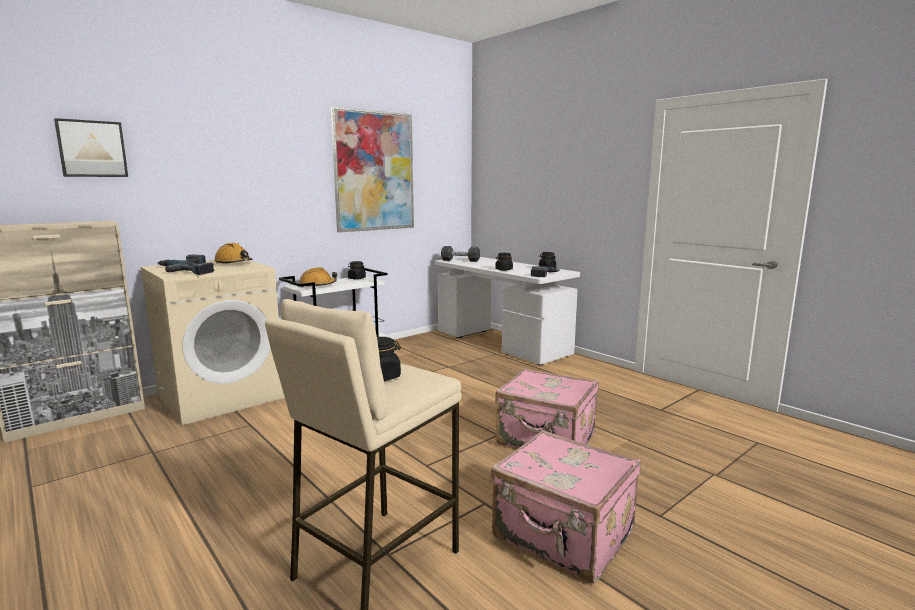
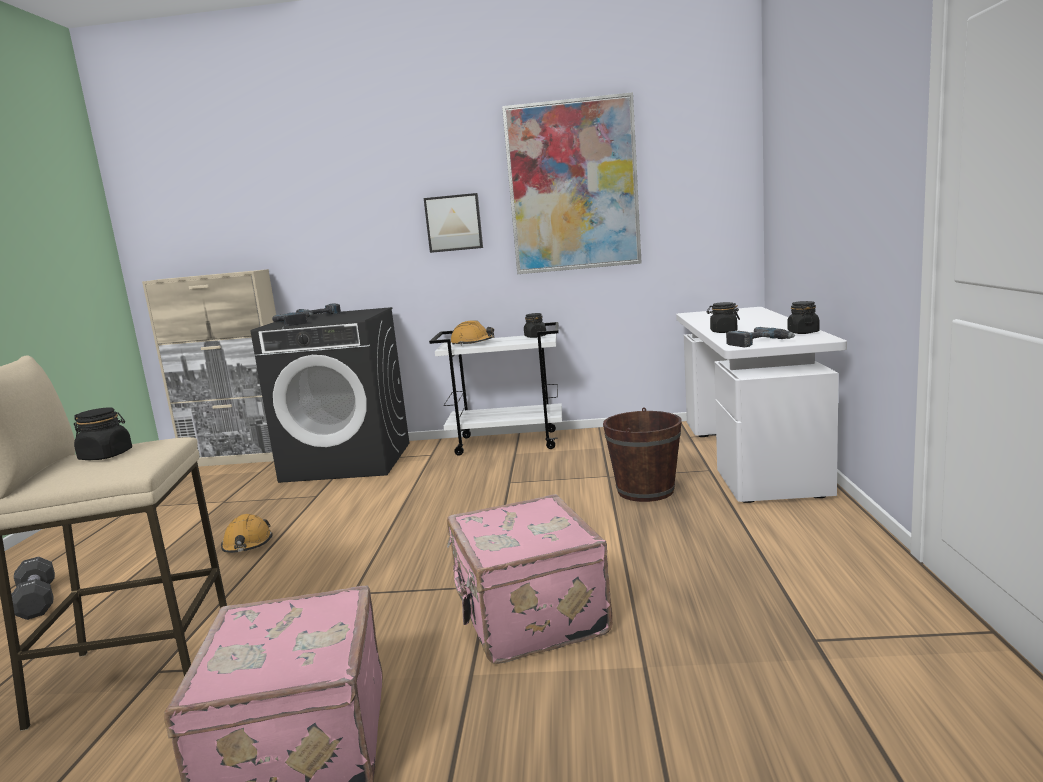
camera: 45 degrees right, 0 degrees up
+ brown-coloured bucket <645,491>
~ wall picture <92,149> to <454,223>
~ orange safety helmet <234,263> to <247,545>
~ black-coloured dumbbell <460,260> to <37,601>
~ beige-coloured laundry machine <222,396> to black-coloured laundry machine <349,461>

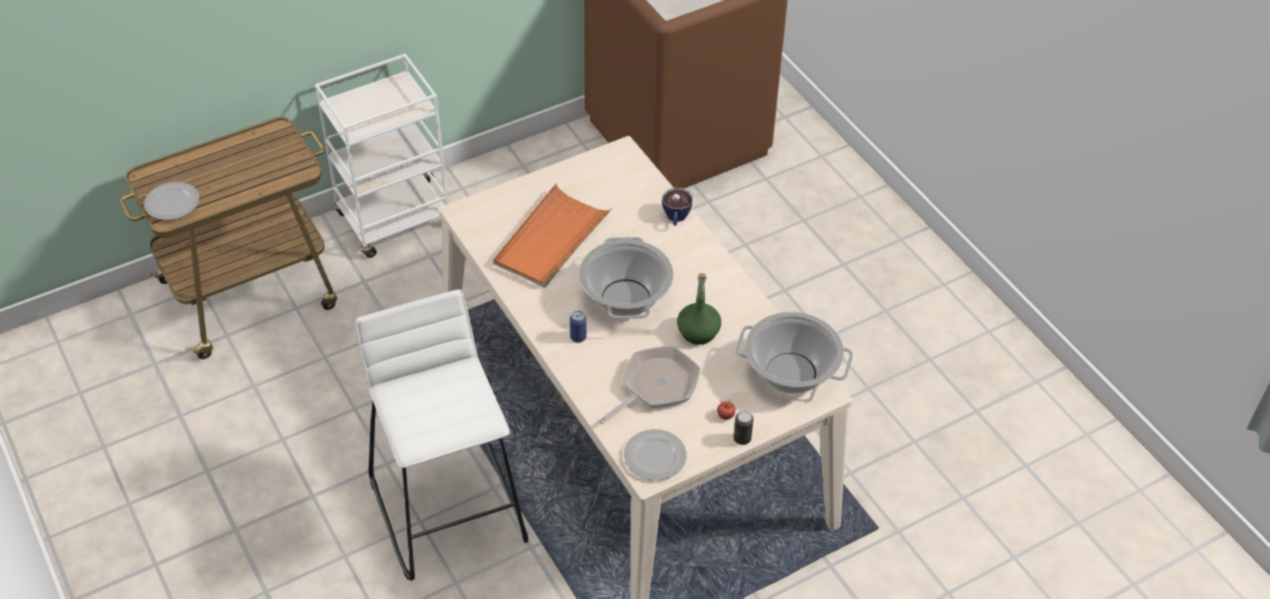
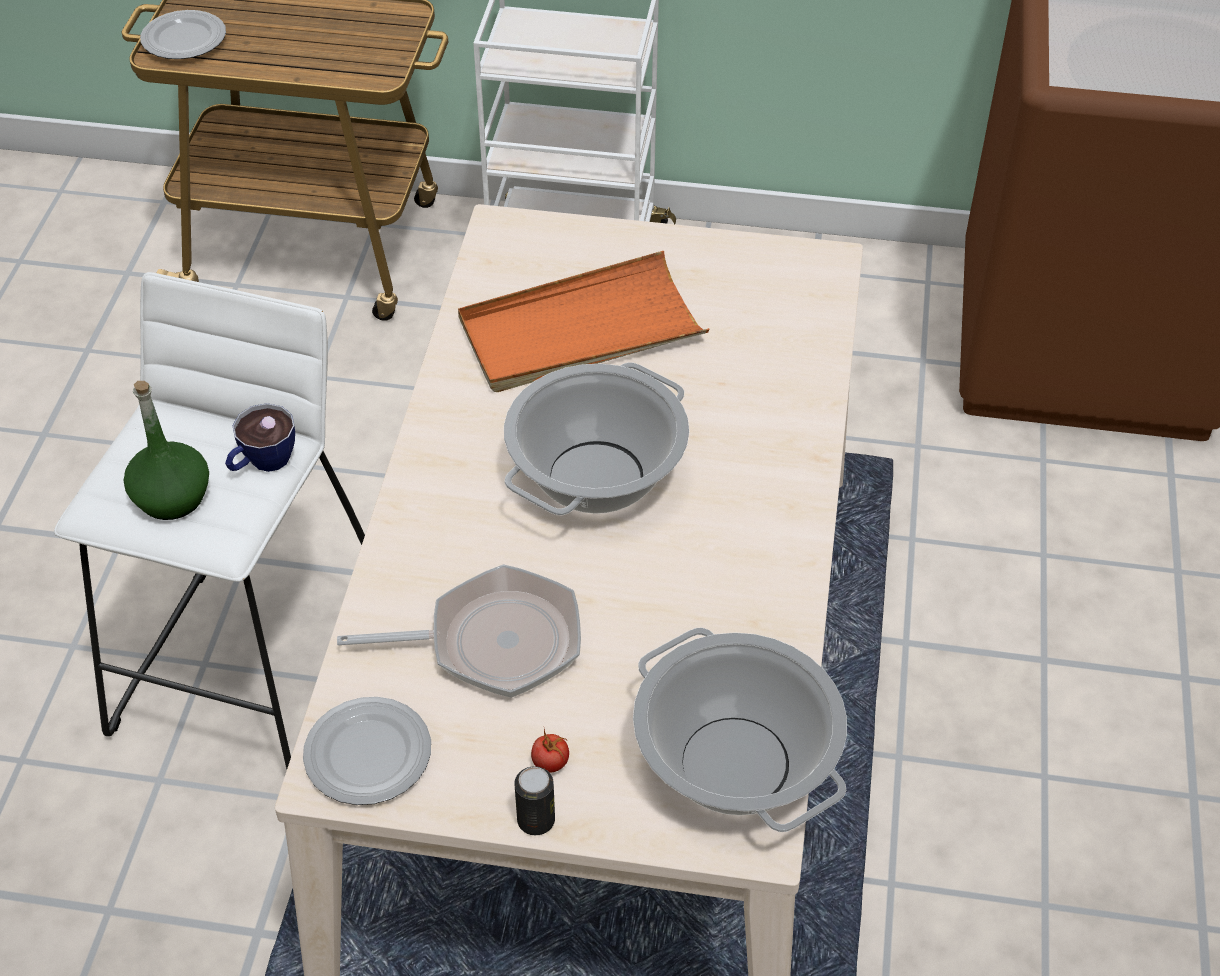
camera: 40 degrees right, 0 degrees up
- can <578,337>
~ drinking cup <676,218> to <262,463>
~ greenish drink bottle <698,332> to <172,497>

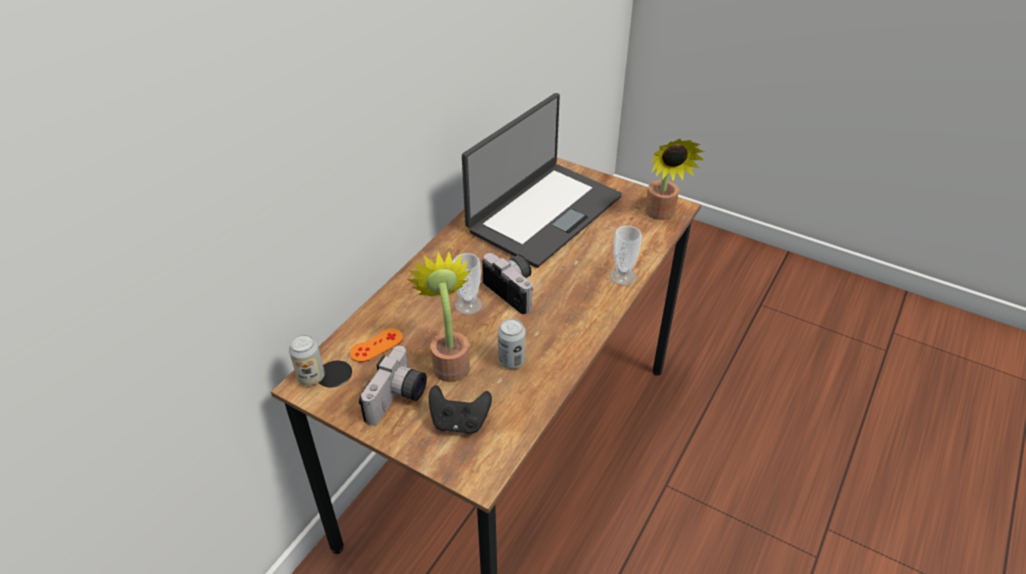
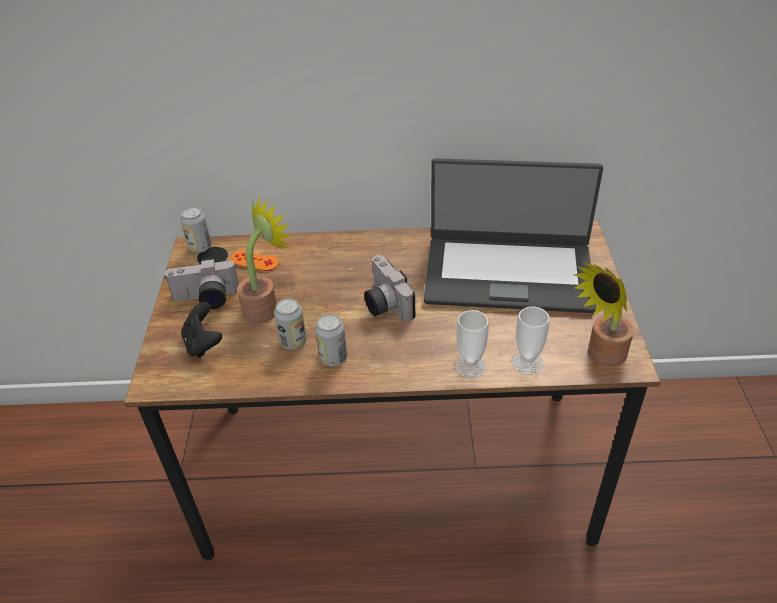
camera: 60 degrees right, 0 degrees up
+ can <333,358>
~ drinking cup <468,305> to <527,363>
~ photo camera <515,289> = <384,303> 135 degrees clockwise

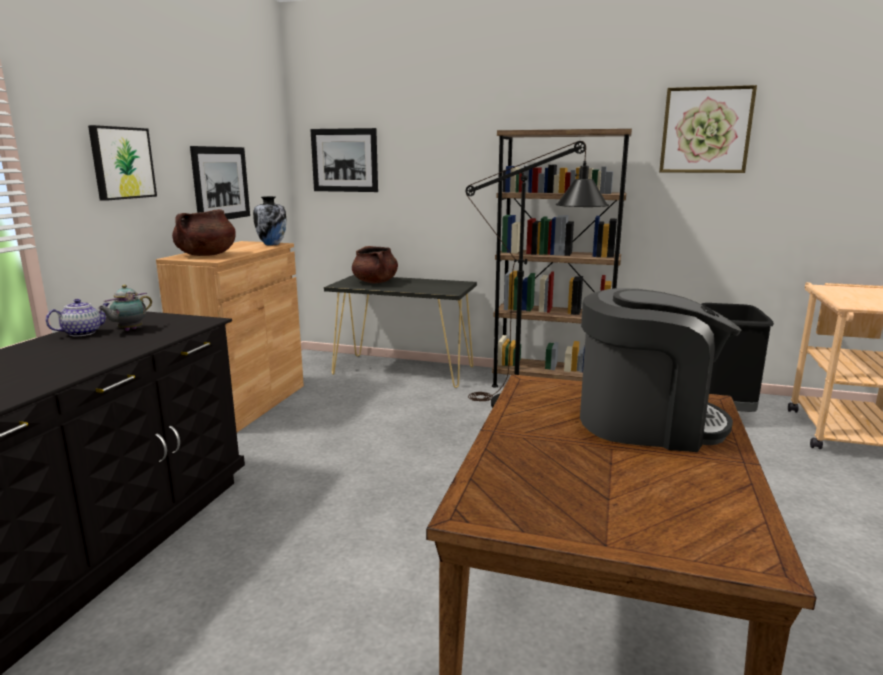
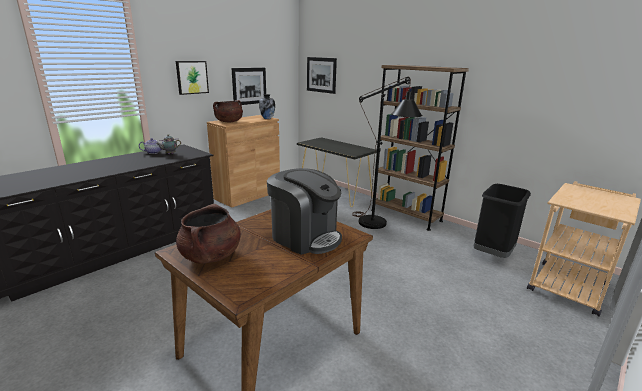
camera: 25 degrees right, 5 degrees up
- wall picture <705,130>
~ brown-coloured stockpot <375,282> to <211,256>

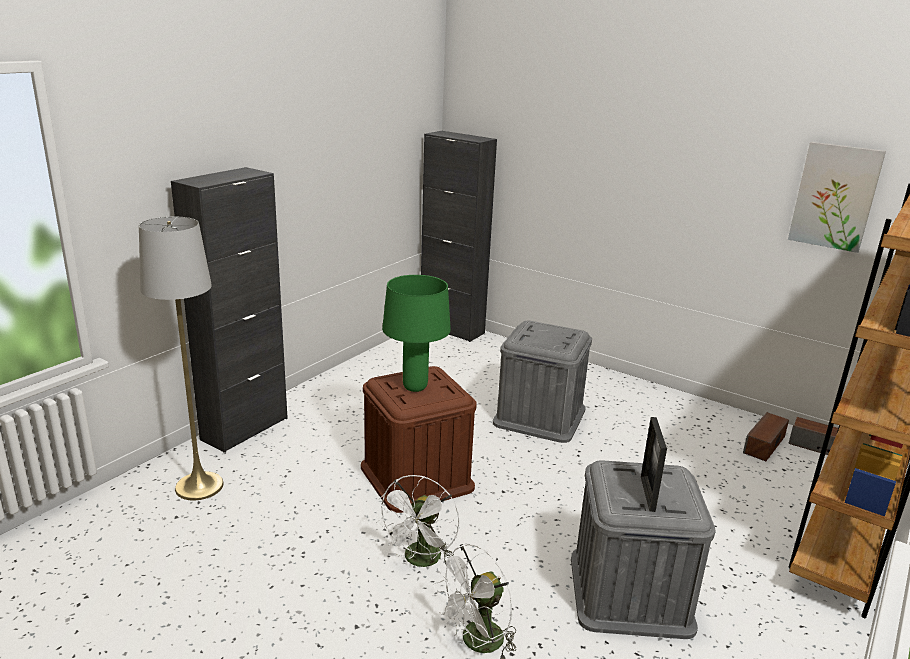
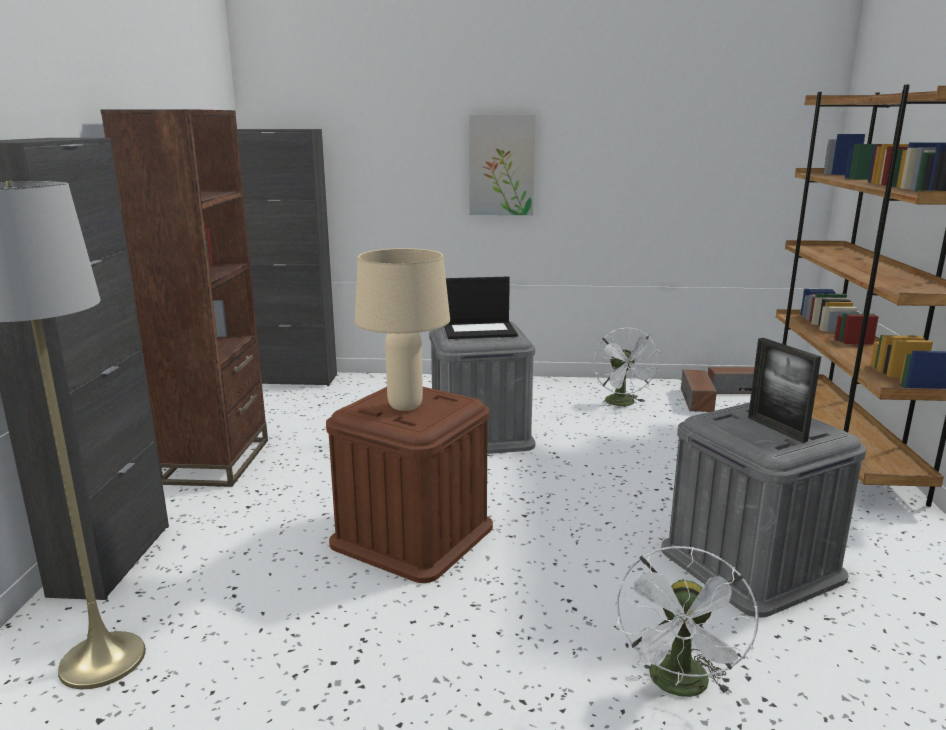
camera: 30 degrees left, 5 degrees down
+ brown-coloured shelving unit <216,461>
+ laptop <480,330>
~ whitish cooling fan <420,561> to <623,404>
~ wall picture <835,196> to <501,165>
~ greenish lamp for a table <415,387> to beige-coloured lamp for a table <406,406>

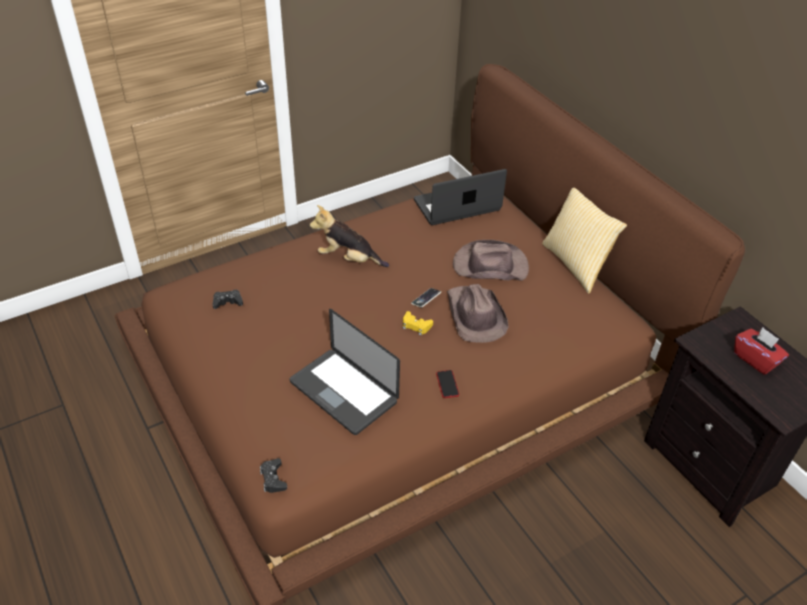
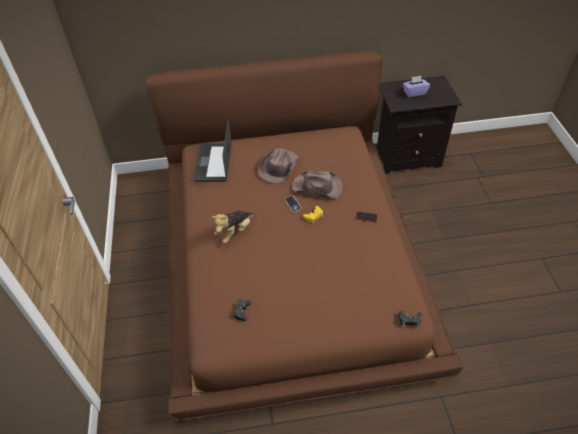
camera: 65 degrees left, 5 degrees up
- laptop <343,392>
- pillow <577,264>
~ reddish tissue holder <755,359> to purplish tissue holder <414,93>

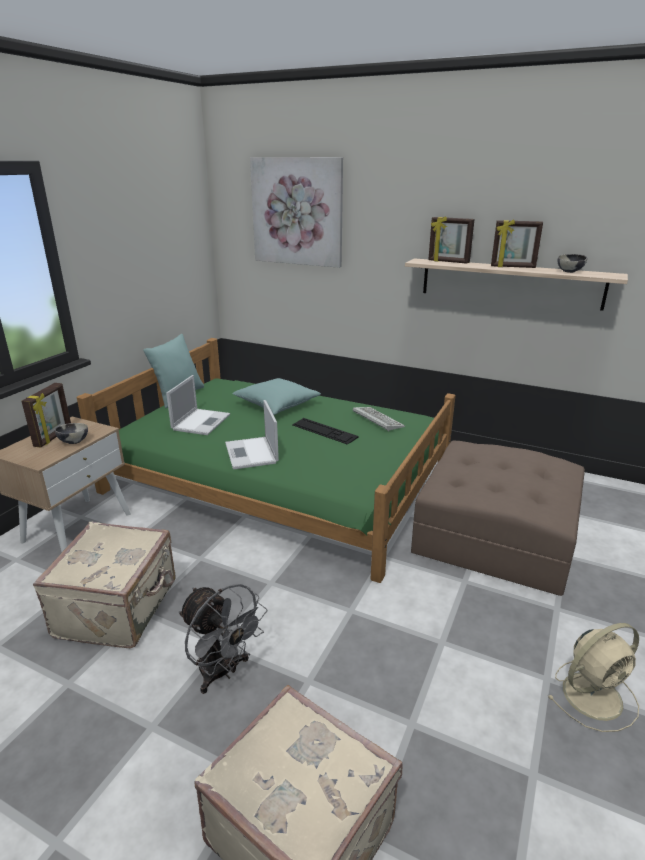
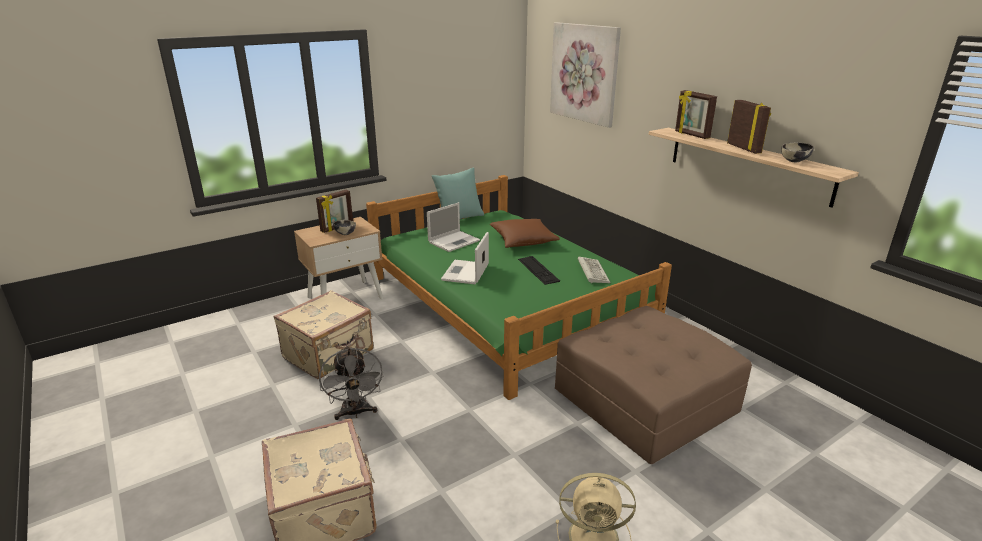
camera: 30 degrees right, 0 degrees up
~ turquoise pillow <277,405> to brown-coloured pillow <523,241>
~ picture frame <512,267> = <744,148> 150 degrees counterclockwise

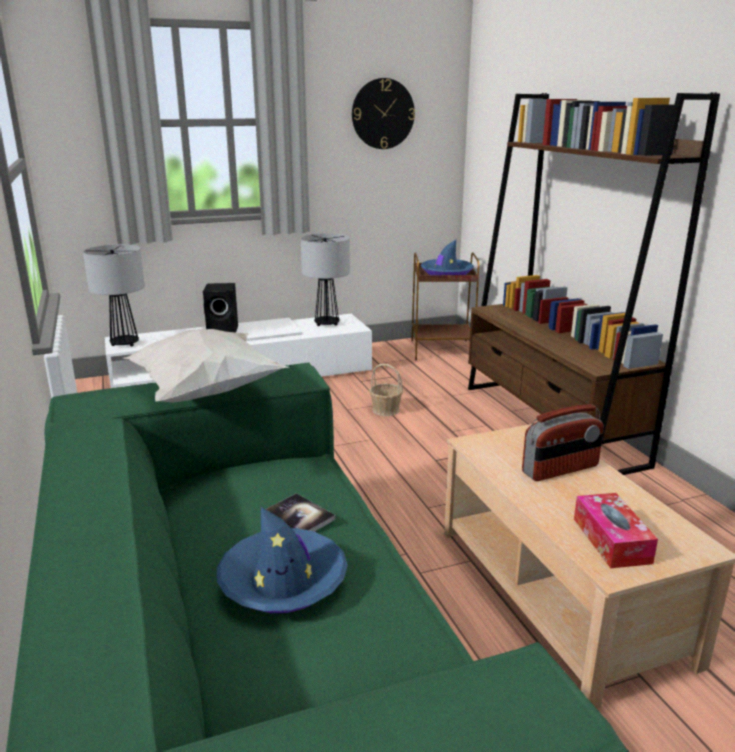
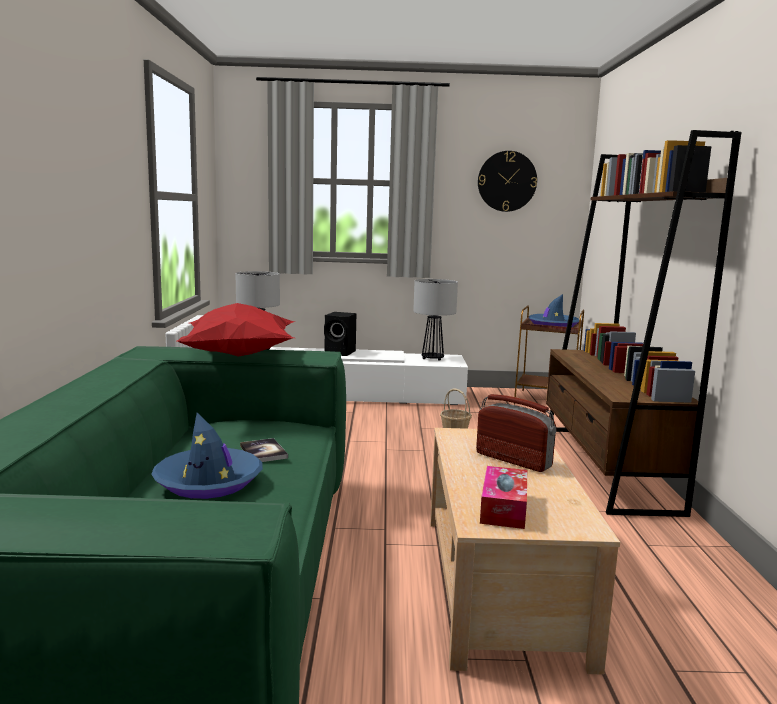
camera: 20 degrees right, 10 degrees down
~ whitish pillow <209,393> to reddish pillow <241,356>
~ radio receiver <560,469> = <513,460> 135 degrees counterclockwise

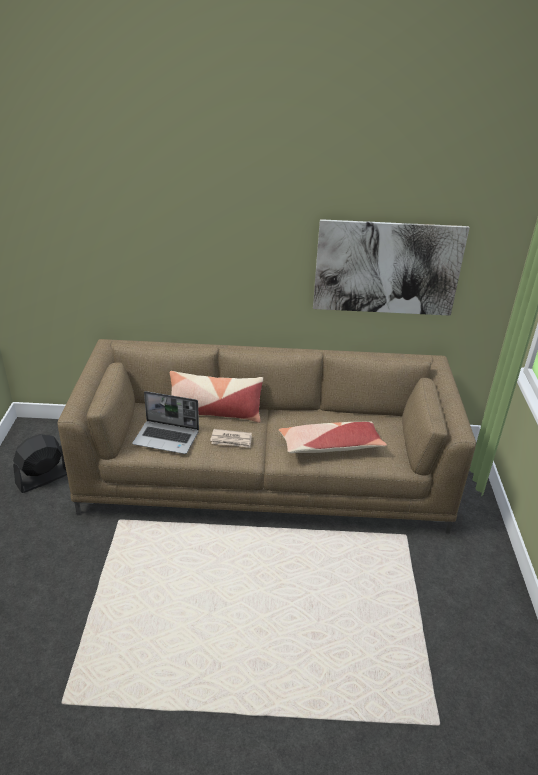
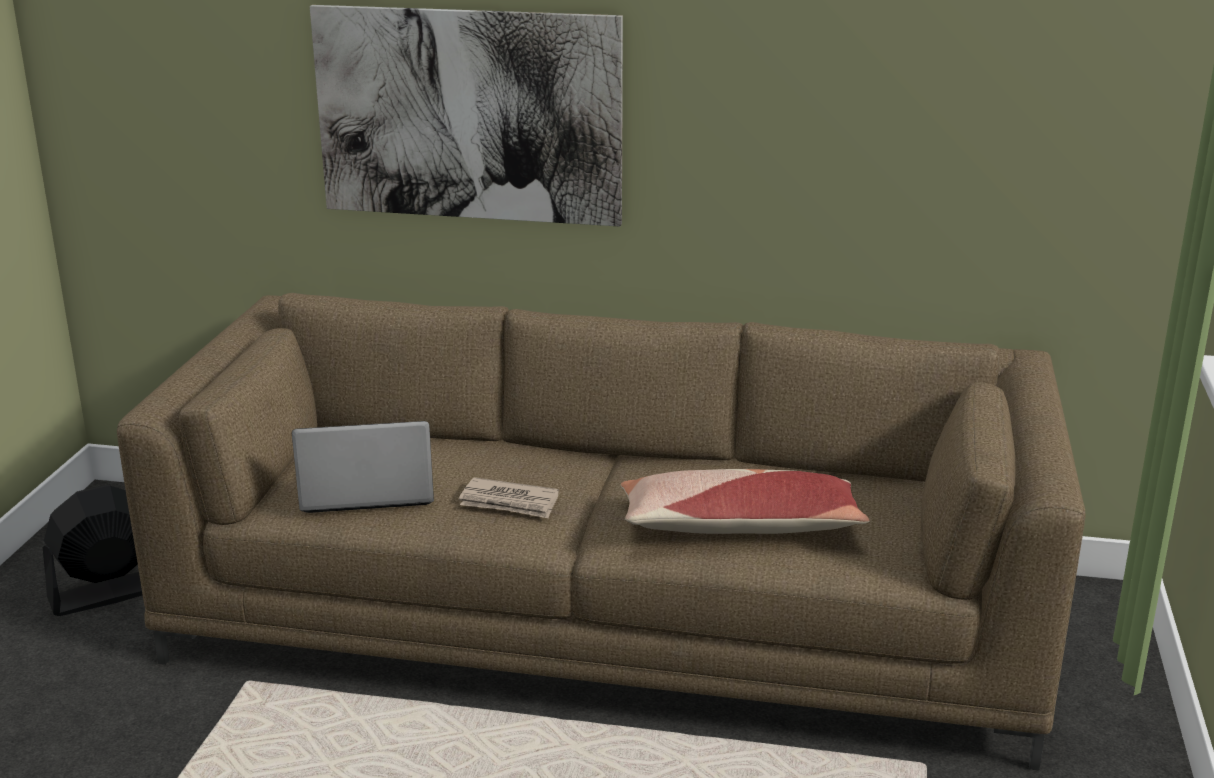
camera: 10 degrees right, 10 degrees down
- pillow <215,412>
~ wall picture <387,268> to <468,115>
~ laptop <167,438> = <365,490> 150 degrees clockwise

